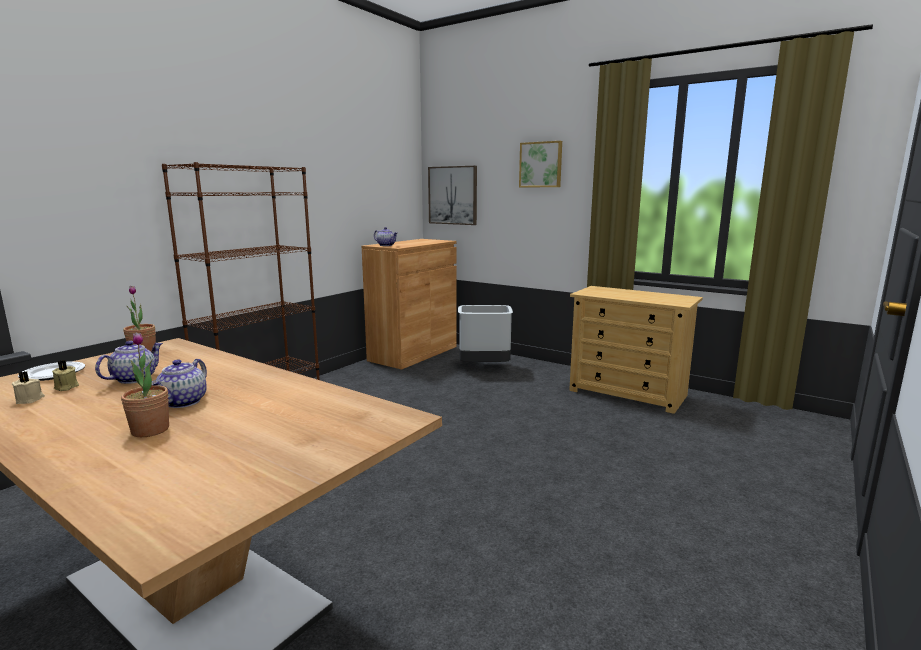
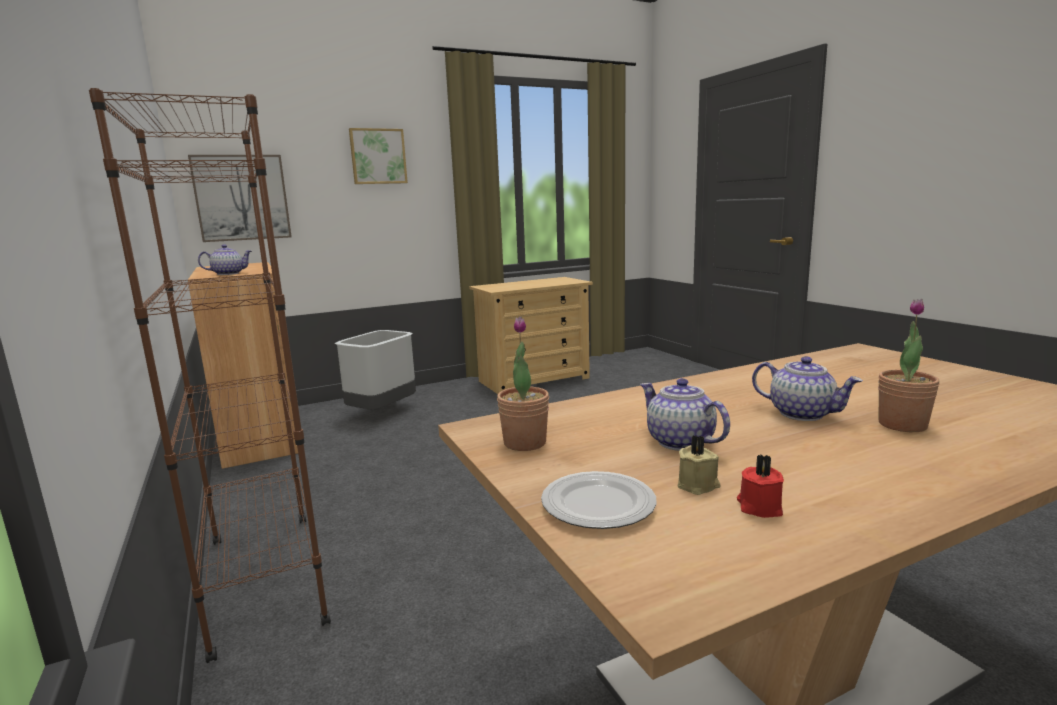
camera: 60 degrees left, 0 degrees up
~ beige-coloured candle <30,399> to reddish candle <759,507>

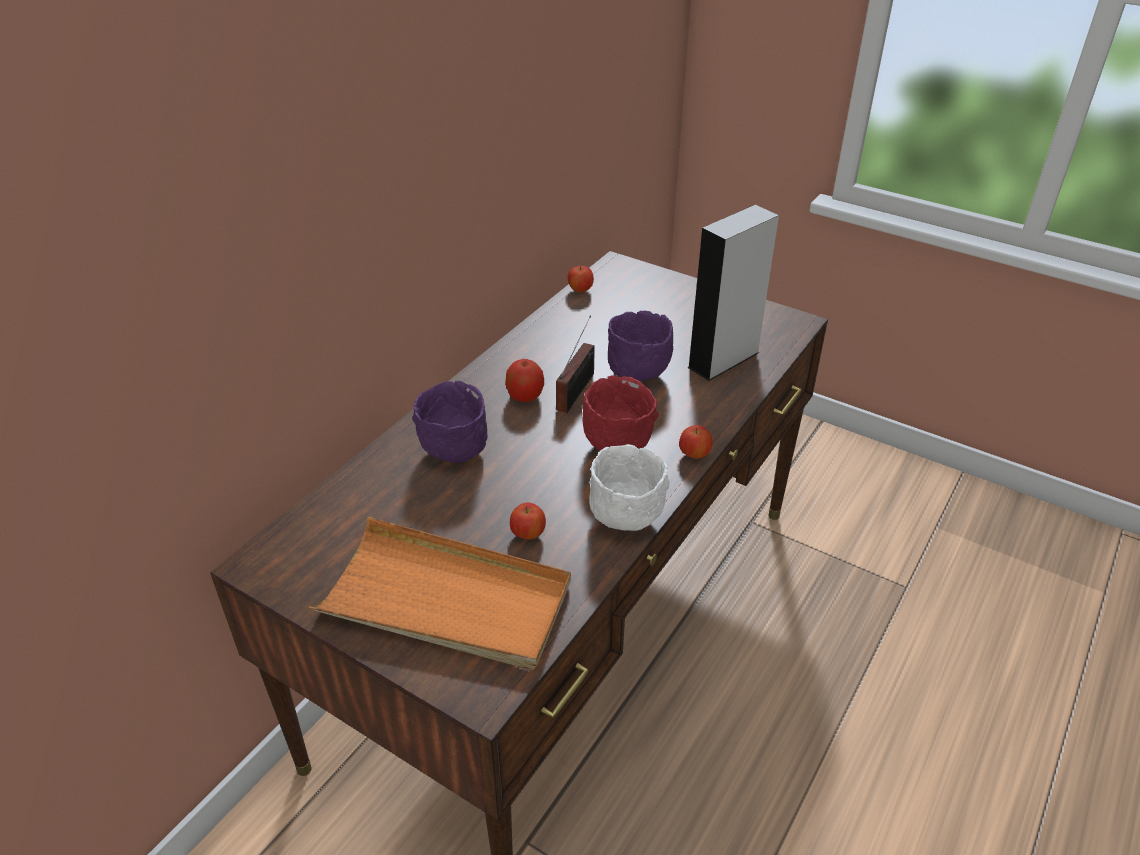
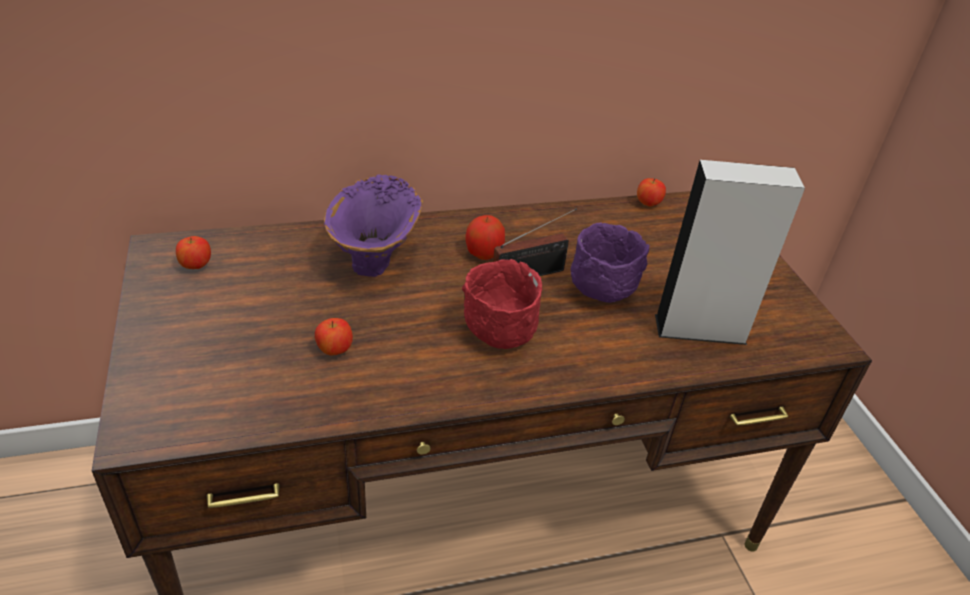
camera: 40 degrees right, 0 degrees up
- orange tray <446,600>
- whitish bowl <624,520>
~ apple <694,455> to <196,266>
~ purplish bowl <454,451> to purplish decorative vase <377,259>

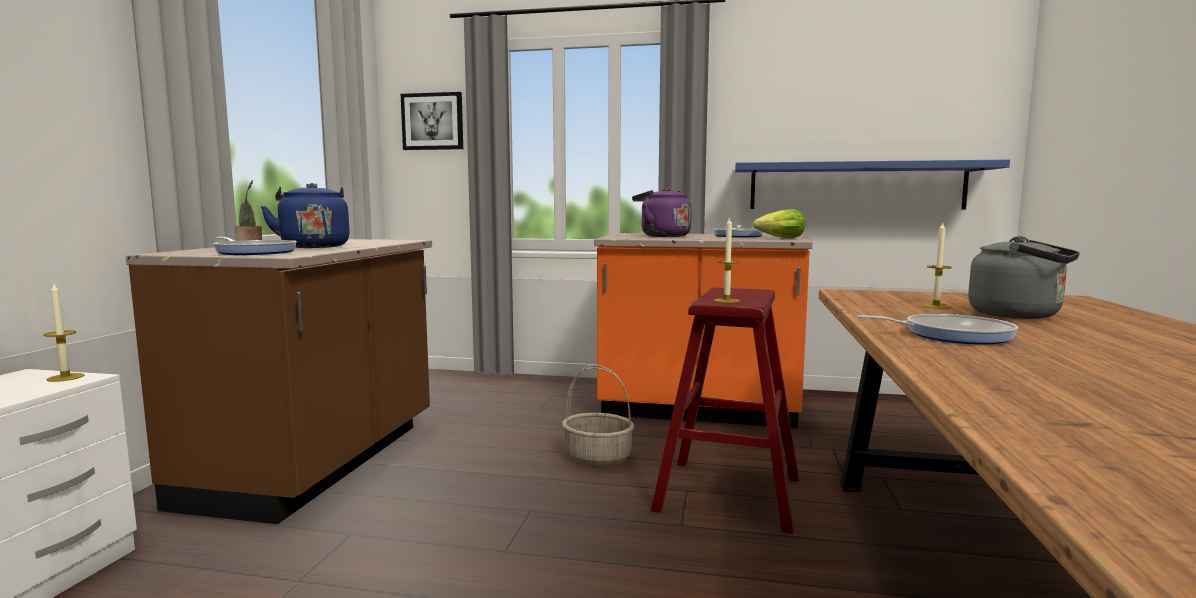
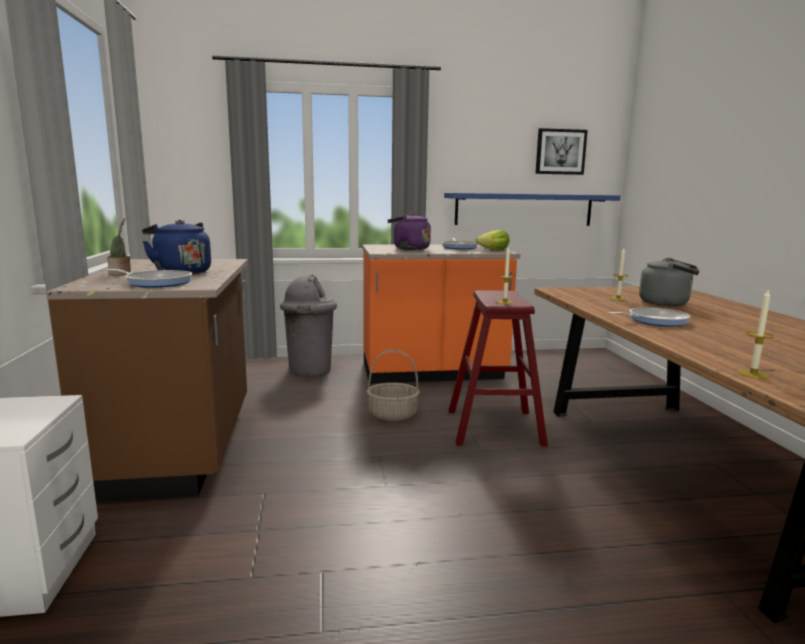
camera: 20 degrees left, 5 degrees up
+ greyish rubbish bin <310,370>
~ candle <65,377> to <753,374>
~ wall picture <433,121> to <560,152>

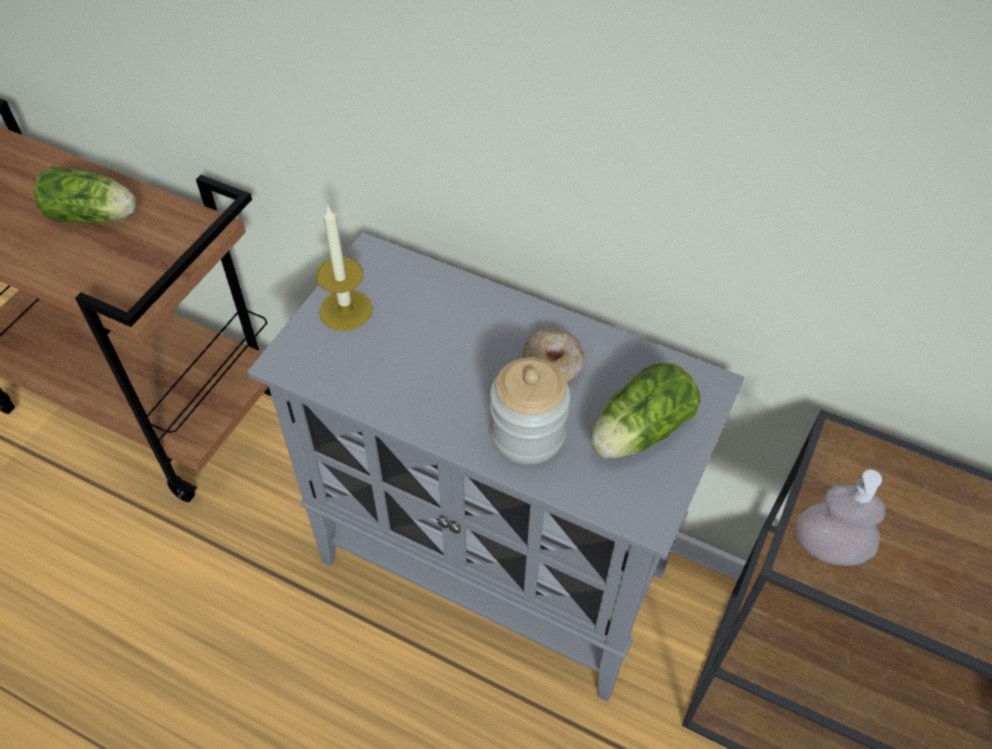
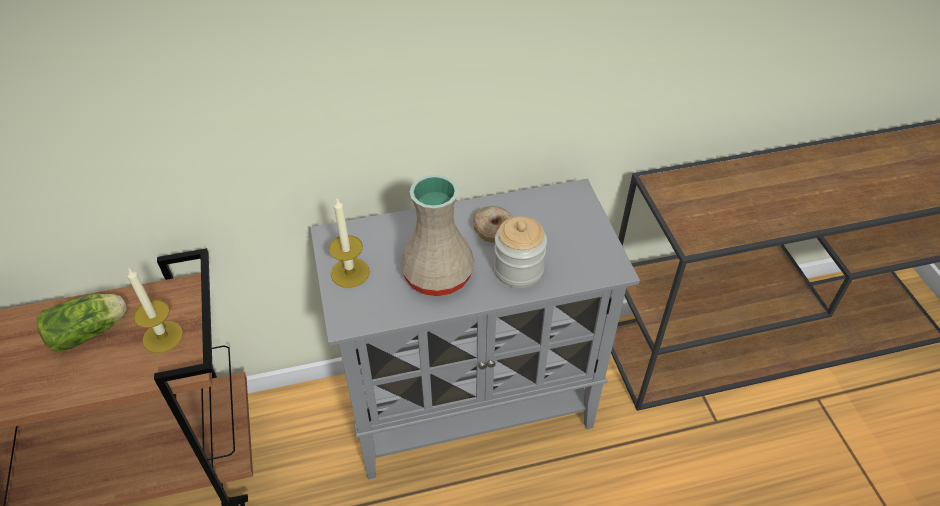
camera: 40 degrees left, 5 degrees down
- lettuce head <637,432>
- soap dispenser <828,548>
+ candle <163,337>
+ beige-coloured decorative vase <439,276>

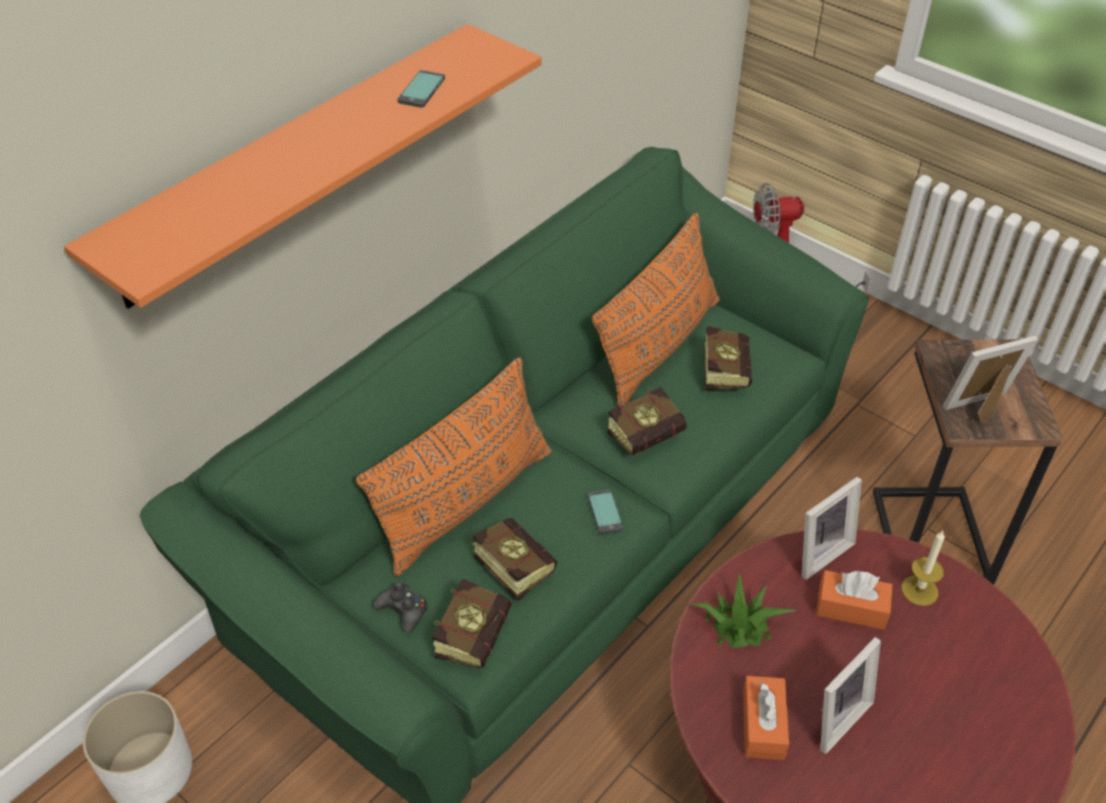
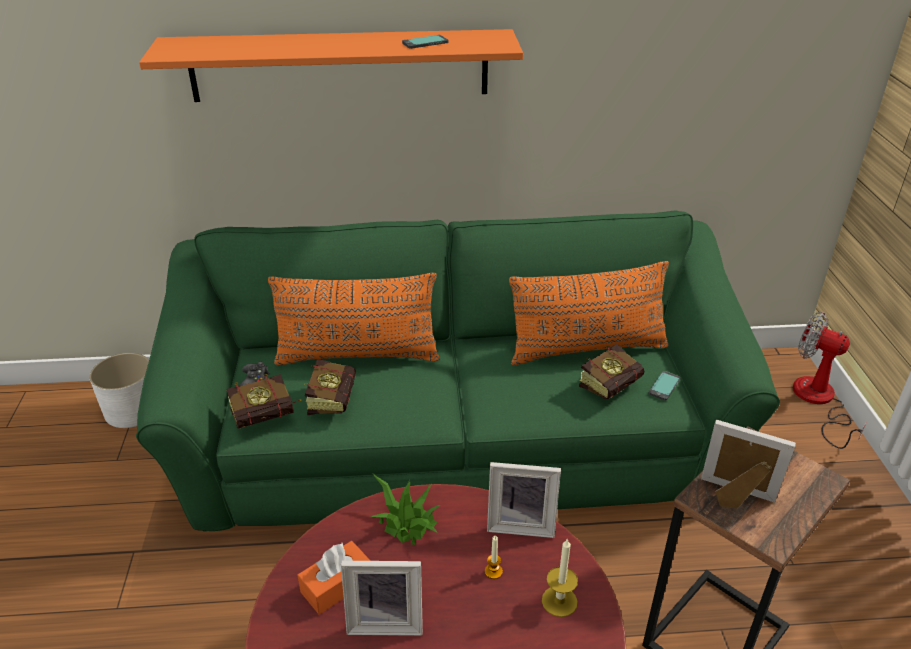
camera: 45 degrees right, 10 degrees down
- volume <652,435>
~ handset <605,512> to <664,386>
~ orange tissue holder <851,608> to candle <493,571>

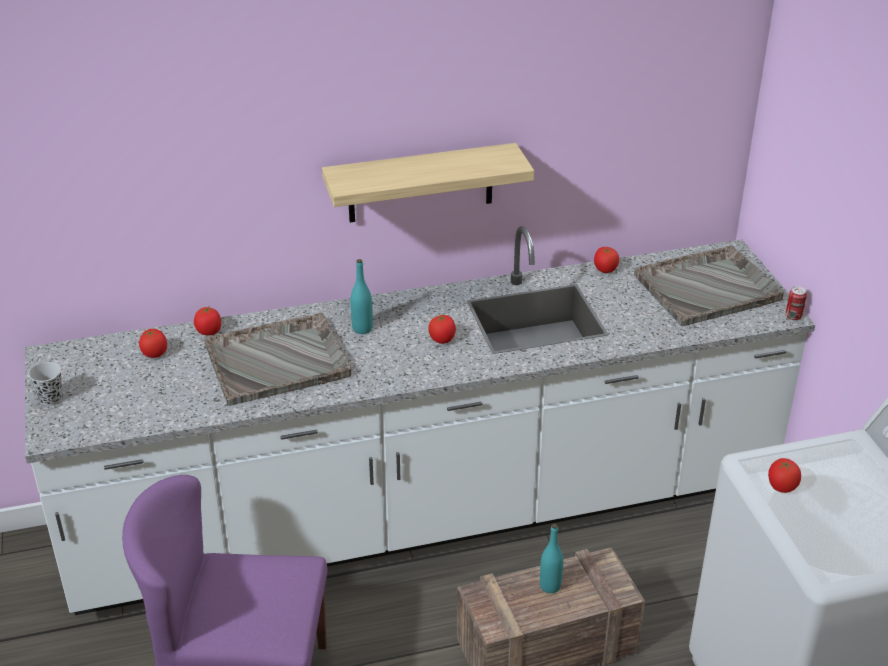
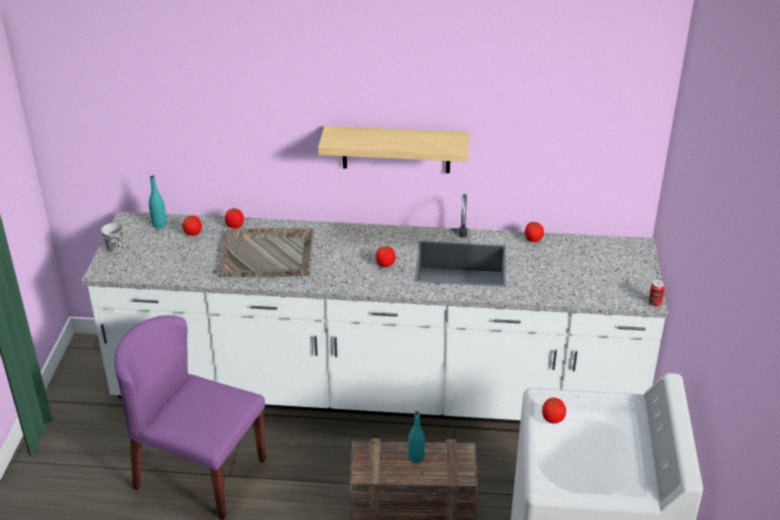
camera: 20 degrees right, 0 degrees up
- greyish tray <708,287>
~ turquoise drink bottle <362,328> to <159,225>

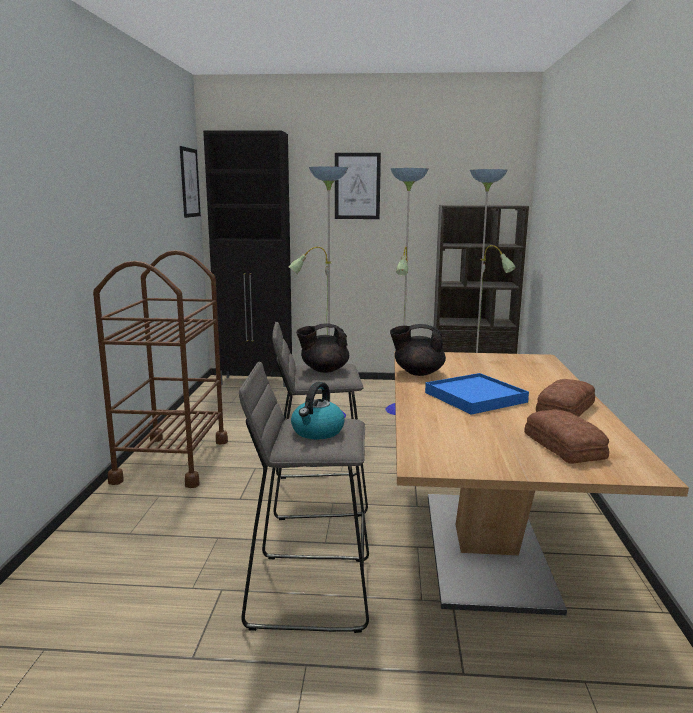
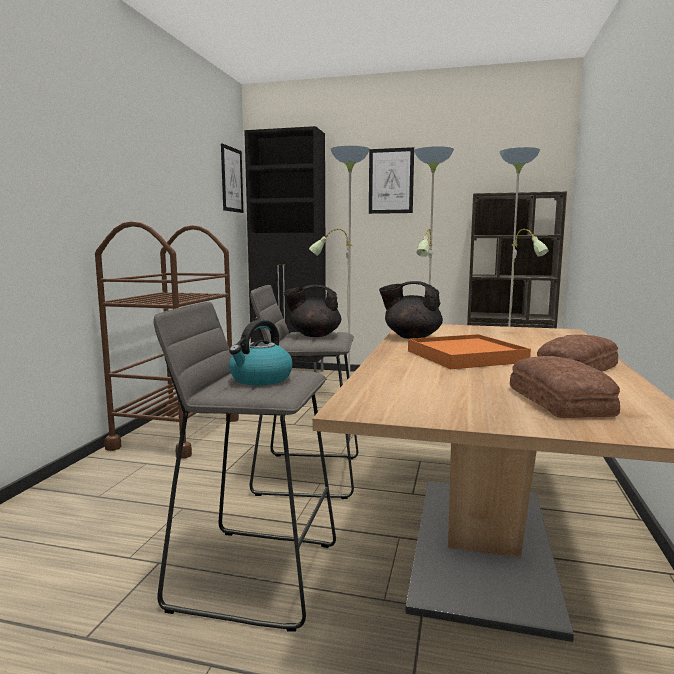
camera: 10 degrees right, 5 degrees down
~ bluish tray <475,397> to orange tray <465,356>

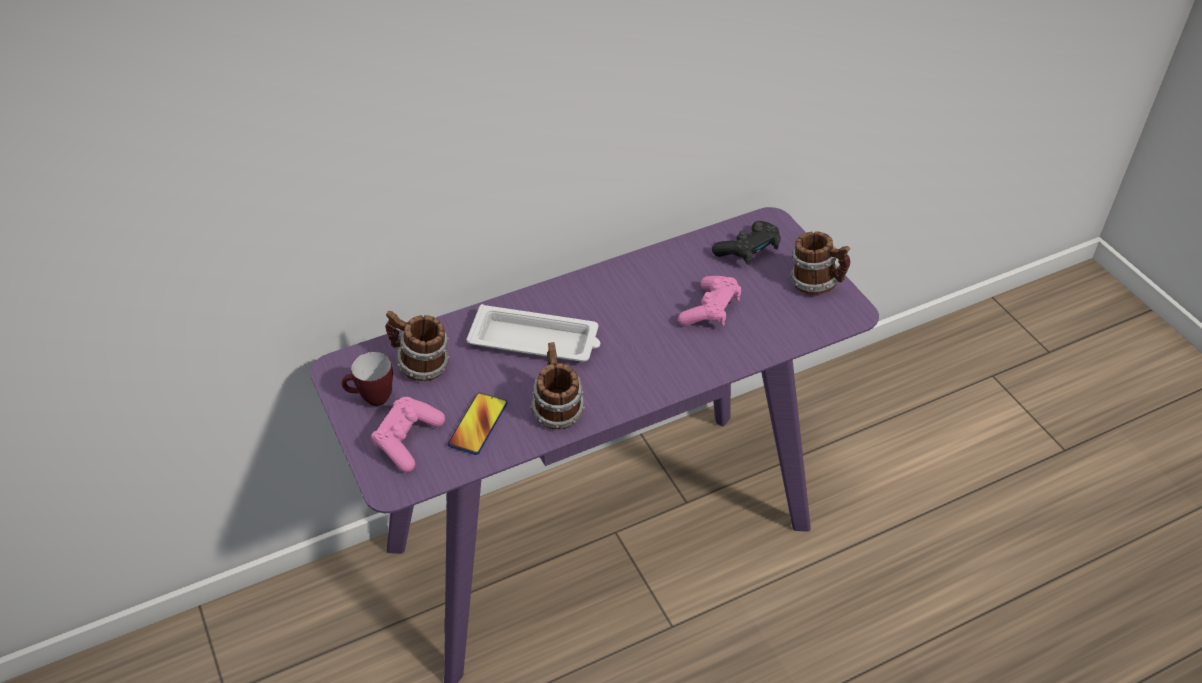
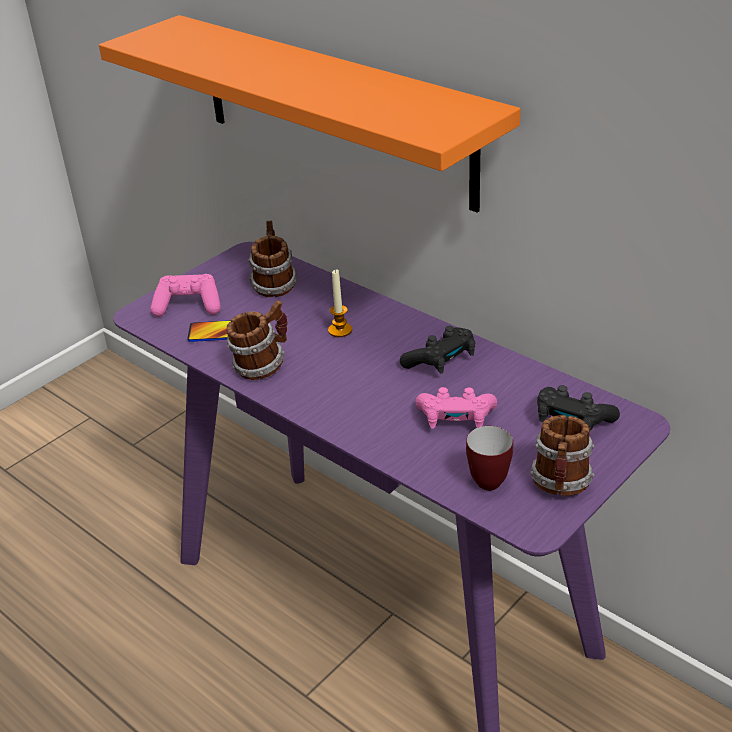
camera: 70 degrees right, 10 degrees down
+ orange wall shelf <333,110>
+ black-coloured game controller <441,361>
~ mug <371,399> to <484,479>
~ whitish tray <536,341> to candle <340,330>

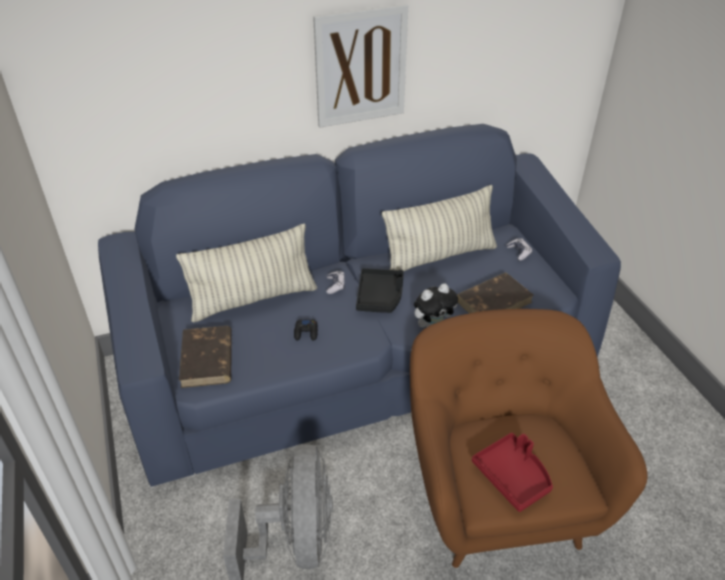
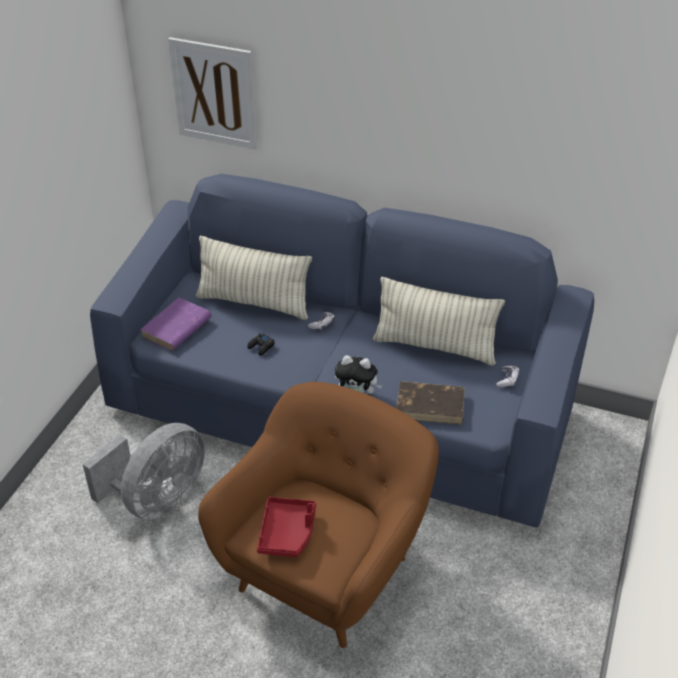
camera: 40 degrees right, 0 degrees up
- black-coloured tray <380,296>
~ wall picture <360,66> to <214,93>
~ brown-coloured volume <207,360> to purplish volume <176,328>

